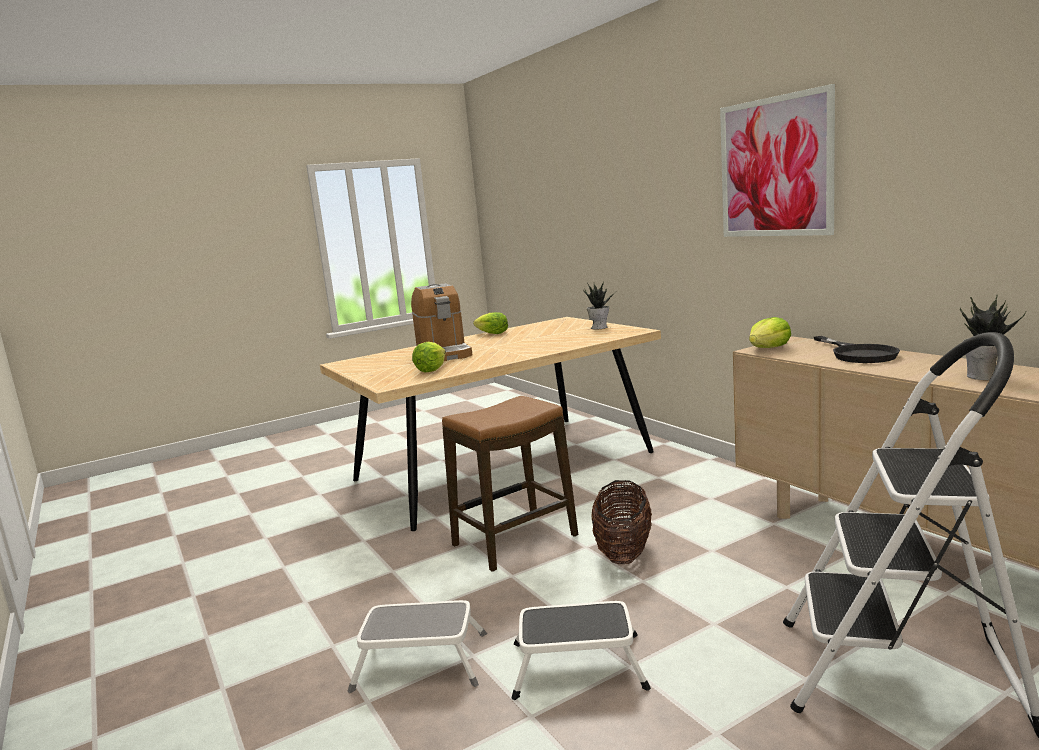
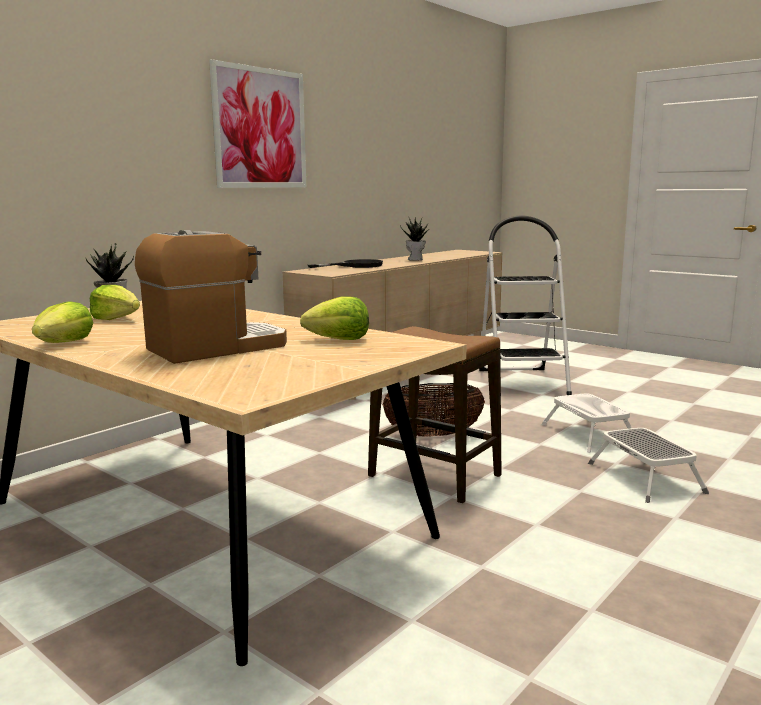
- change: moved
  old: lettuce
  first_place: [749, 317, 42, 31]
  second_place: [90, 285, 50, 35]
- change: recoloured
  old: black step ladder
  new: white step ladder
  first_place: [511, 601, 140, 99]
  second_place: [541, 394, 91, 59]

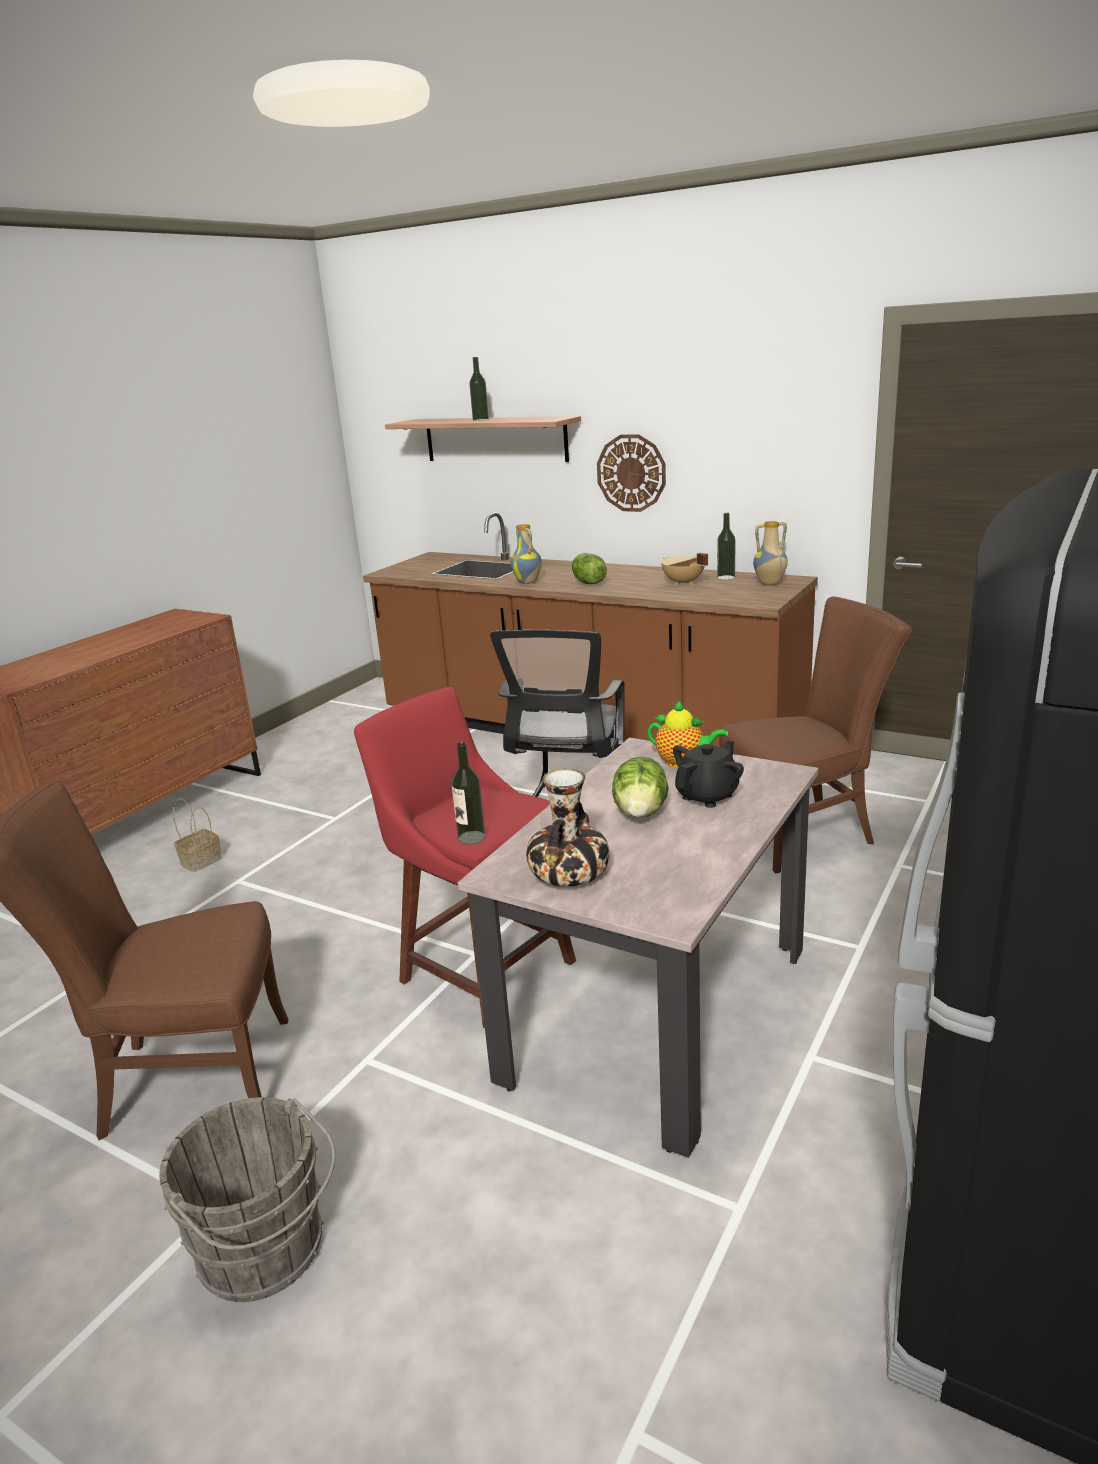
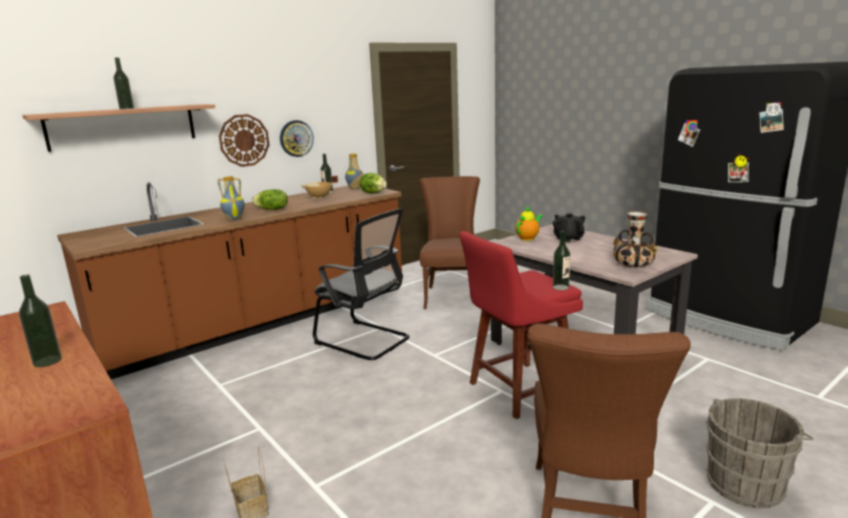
- change: added
  new: bottle
  second_place: [19, 275, 43, 92]
- change: added
  new: wall clock
  second_place: [280, 120, 34, 37]
- change: moved
  old: lettuce
  first_place: [612, 756, 57, 62]
  second_place: [360, 173, 27, 20]

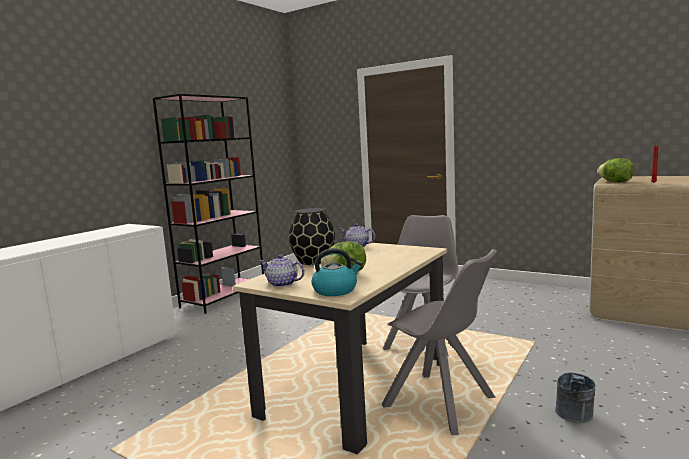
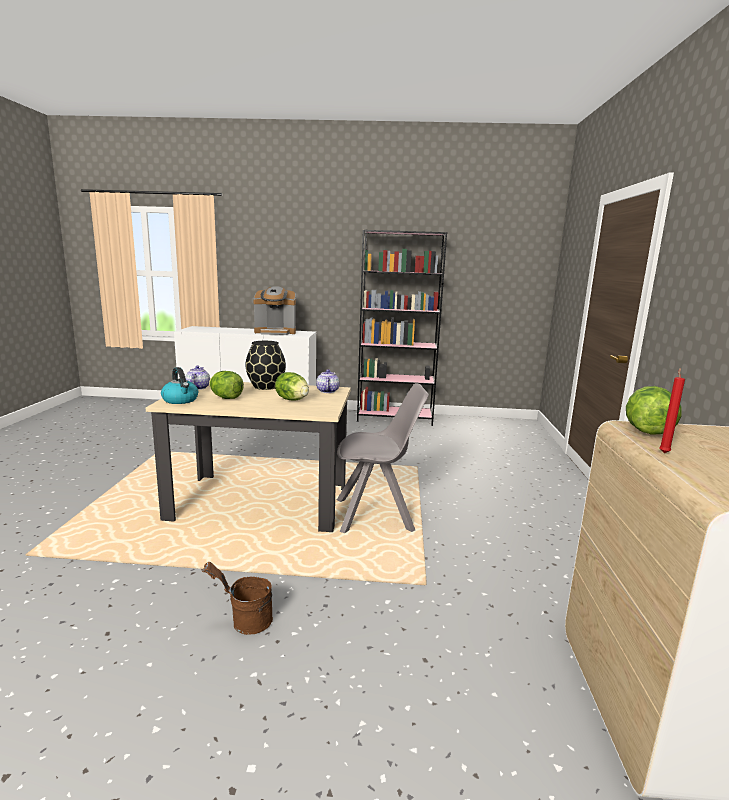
- change: removed
  old: grey chair
  first_place: [381, 249, 116, 186]
- change: added
  new: coffee machine
  second_place: [254, 286, 42, 49]
- change: added
  new: lettuce
  second_place: [275, 372, 34, 28]
- change: recoloured
  old: grey bucket
  new: brown bucket
  first_place: [555, 373, 41, 50]
  second_place: [201, 562, 72, 73]

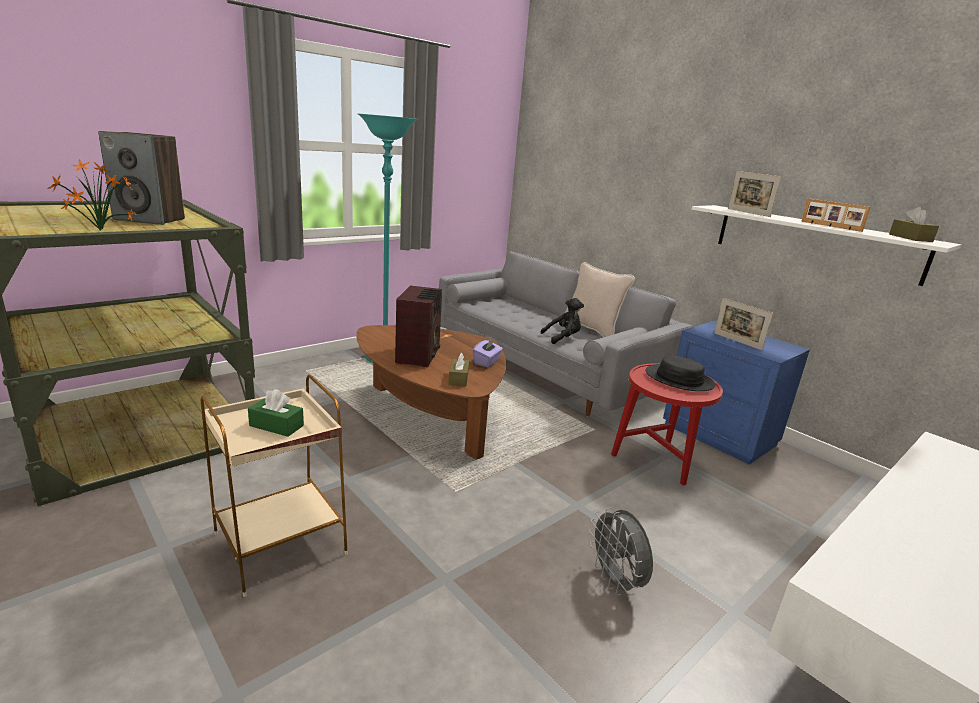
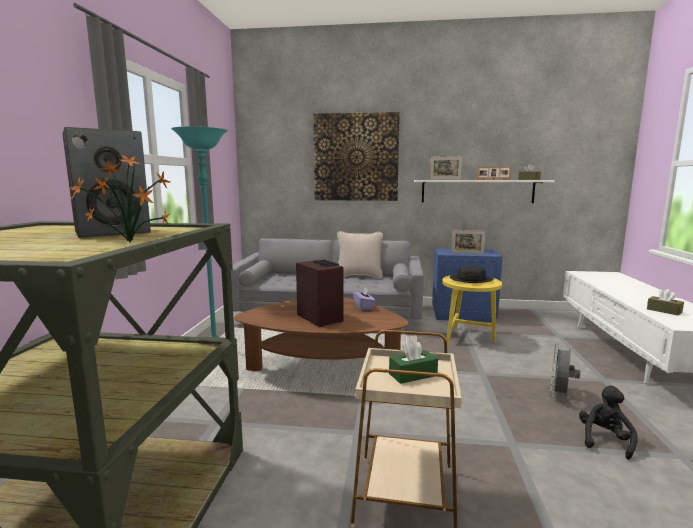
- change: added
  new: picture
  second_place: [313, 112, 87, 89]
- change: moved
  old: brown tissue box
  first_place: [448, 353, 21, 33]
  second_place: [647, 289, 37, 27]
- change: moved
  old: black plush toy
  first_place: [540, 298, 44, 46]
  second_place: [579, 386, 58, 74]
- change: recoloured
  old: red side table
  new: yellow side table
  first_place: [611, 363, 112, 122]
  second_place: [442, 275, 60, 69]
- change: turned
  old: grey fan
  first_place: [589, 508, 64, 88]
  second_place: [550, 343, 30, 55]
  degrees: 90

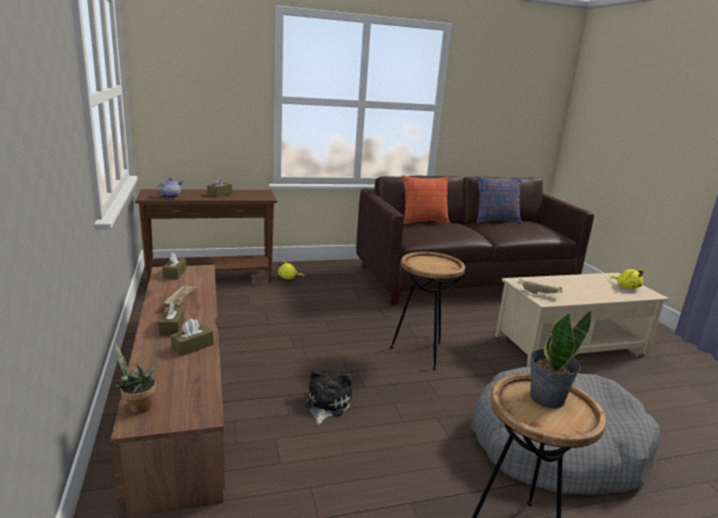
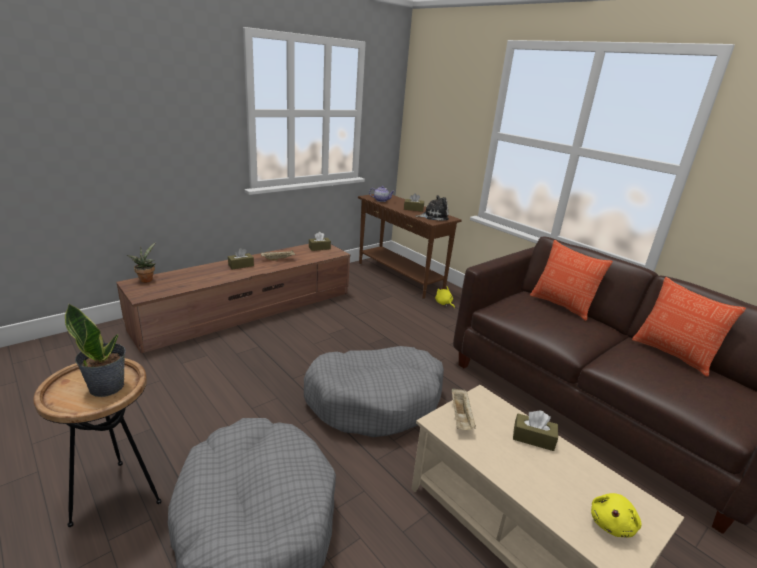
- change: moved
  old: brown tissue box
  first_place: [171, 318, 43, 38]
  second_place: [513, 411, 45, 40]
- change: moved
  old: plush toy
  first_place: [305, 369, 47, 56]
  second_place: [415, 195, 34, 26]
- change: replaced
  old: brown side table
  new: grey dog bed
  first_place: [390, 252, 75, 118]
  second_place: [304, 346, 140, 91]
- change: recoloured
  old: blue pillow
  new: orange pillow
  first_place: [476, 176, 46, 48]
  second_place: [632, 277, 114, 100]

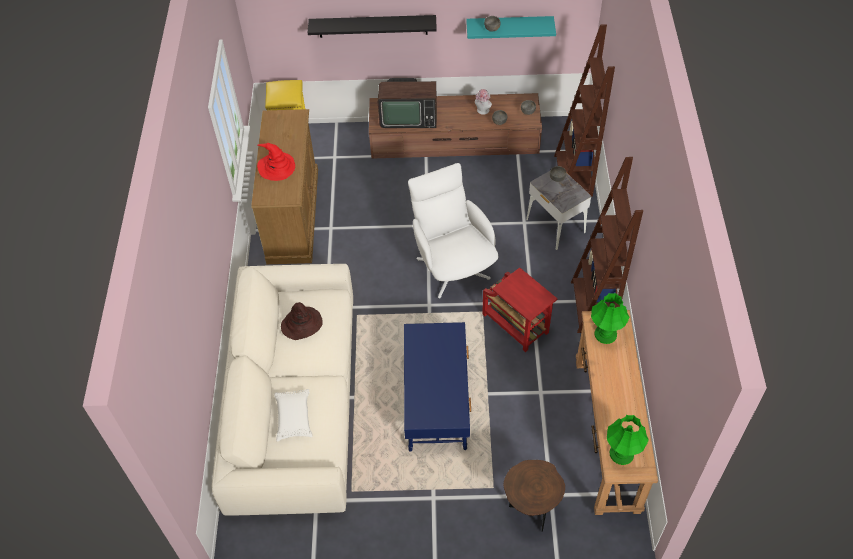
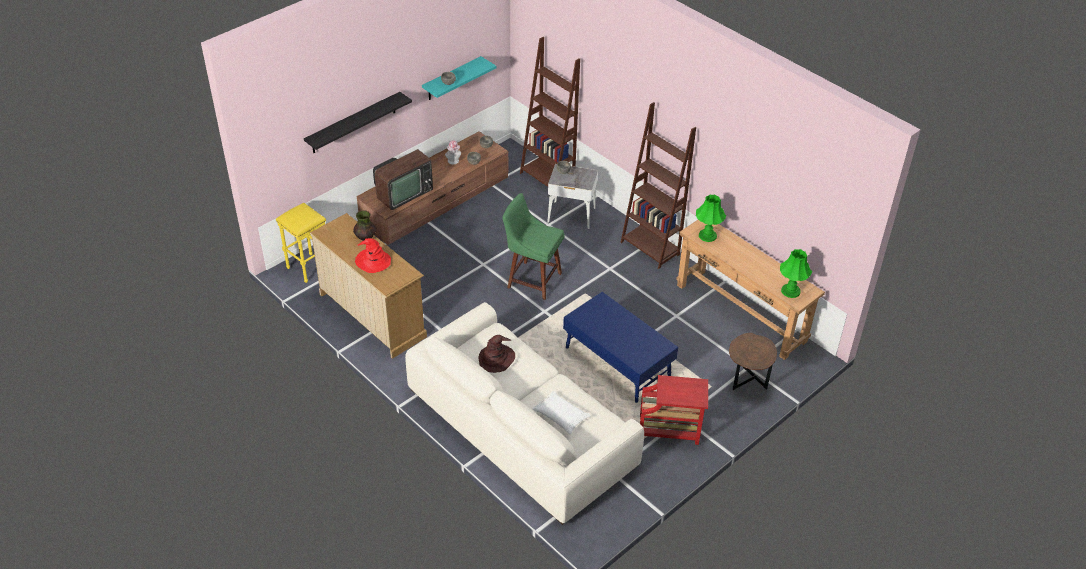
- change: added
  new: vase
  second_place: [353, 210, 23, 31]
- change: moved
  old: red side table
  first_place: [482, 267, 76, 85]
  second_place: [640, 375, 68, 70]
- change: replaced
  old: white armchair
  new: green stool
  first_place: [408, 163, 90, 135]
  second_place: [502, 193, 63, 107]

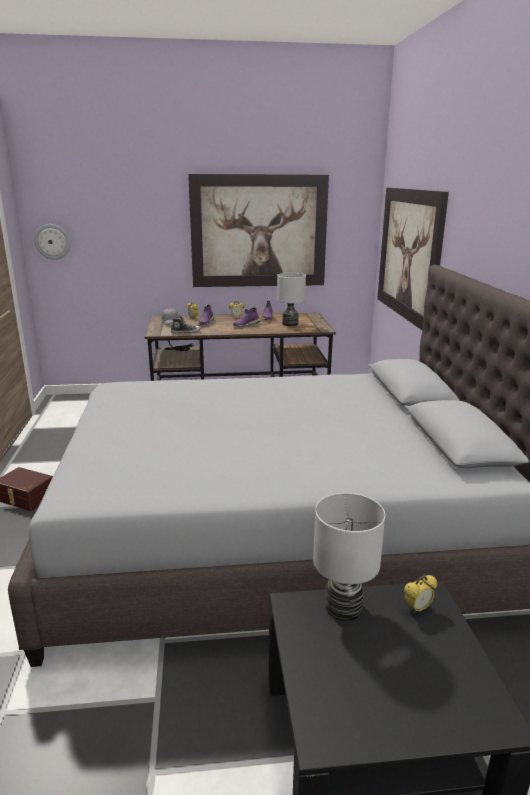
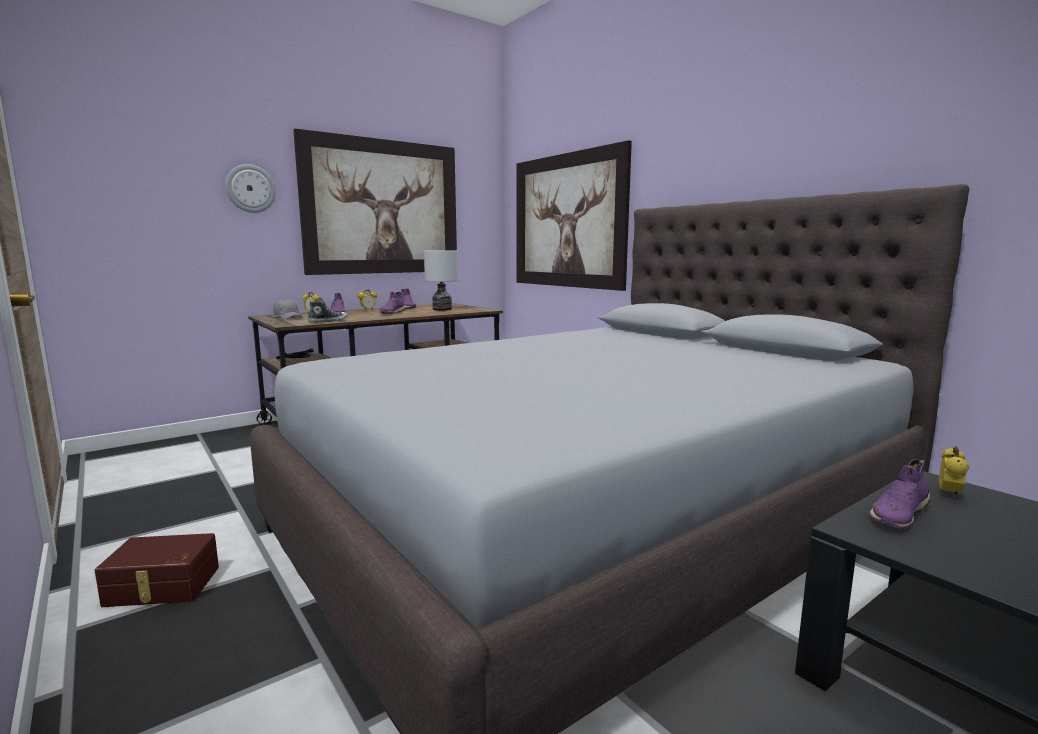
- change: moved
  old: wall clock
  first_place: [34, 224, 37, 36]
  second_place: [225, 164, 51, 49]
- change: replaced
  old: grey table lamp
  new: purple shoe
  first_place: [313, 493, 72, 128]
  second_place: [869, 459, 61, 70]

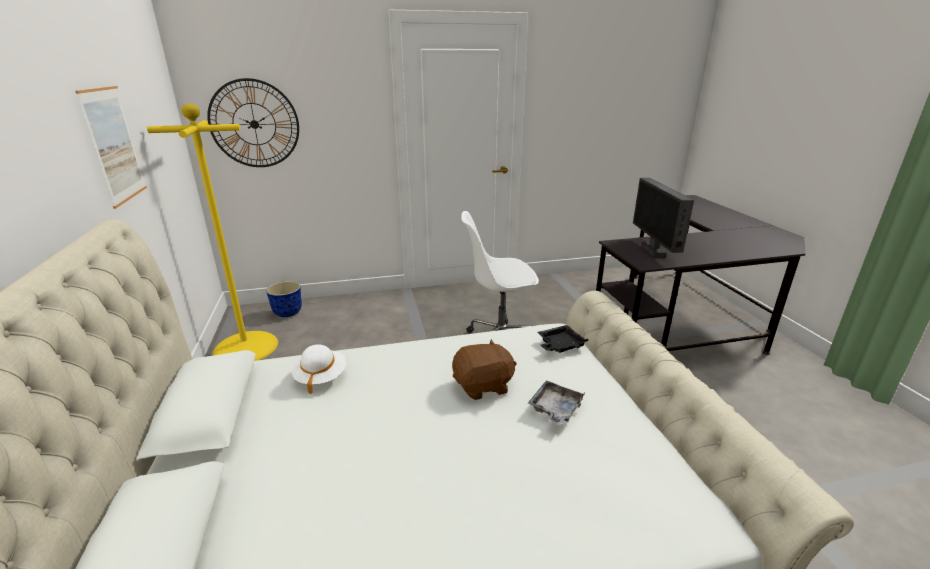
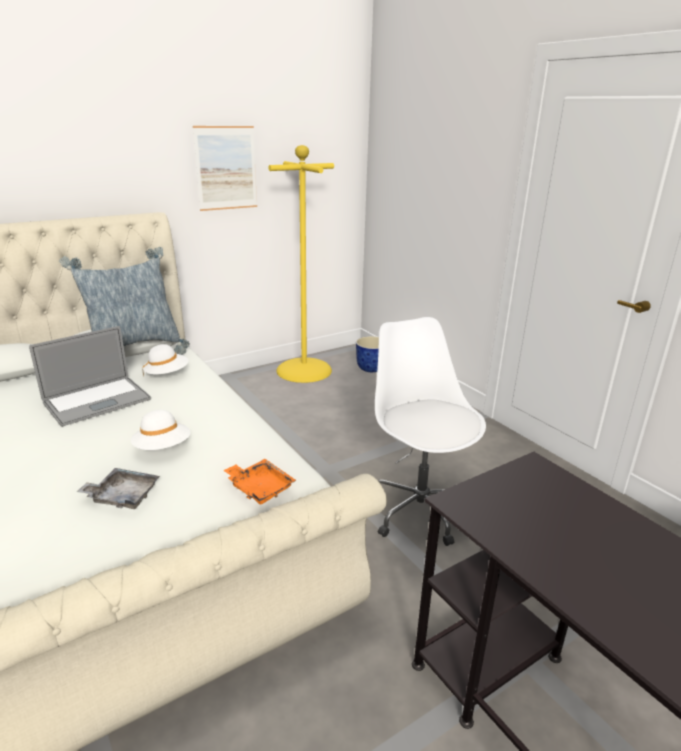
- change: removed
  old: wall clock
  first_place: [207, 78, 92, 89]
- change: removed
  old: monitor
  first_place: [633, 178, 61, 80]
- change: added
  new: laptop
  second_place: [29, 326, 122, 101]
- change: added
  new: pillow
  second_place: [59, 247, 130, 108]
- change: replaced
  old: brown plush toy
  new: white hat
  first_place: [452, 339, 65, 61]
  second_place: [131, 410, 59, 40]
- change: recoloured
  old: black tray
  new: orange tray
  first_place: [537, 325, 51, 28]
  second_place: [224, 459, 72, 46]

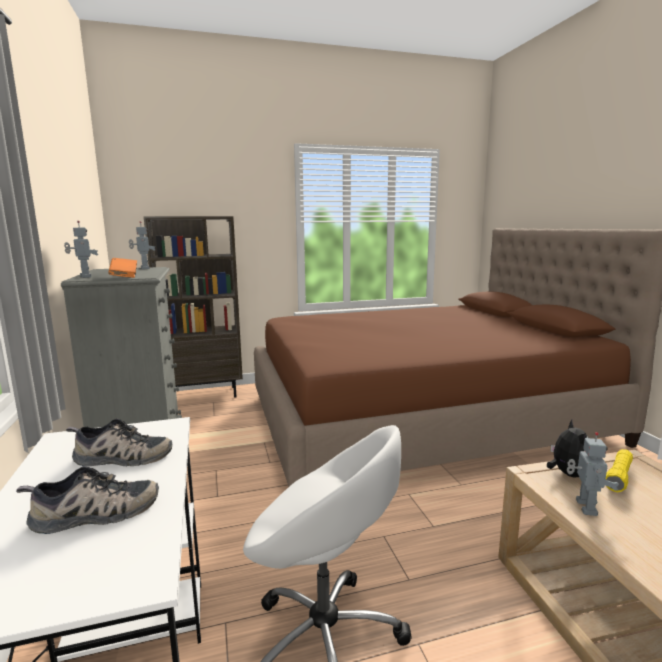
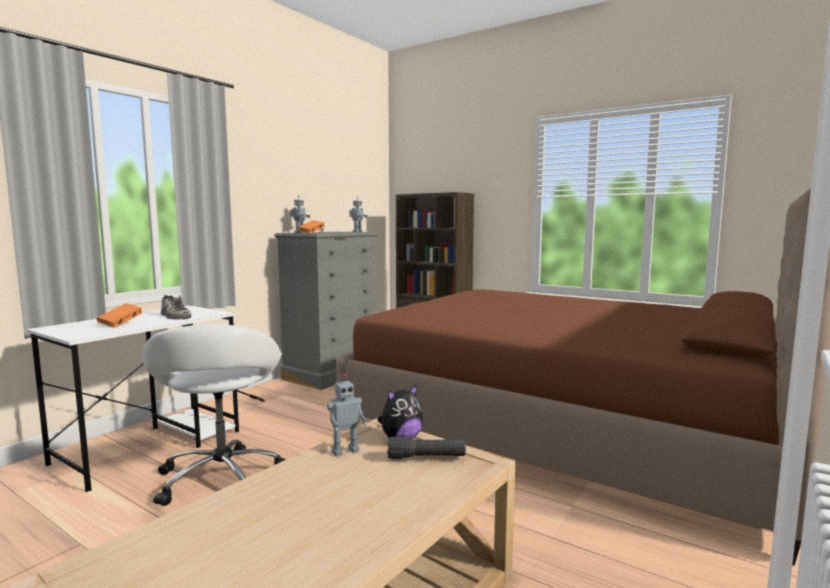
- change: replaced
  old: shoe
  new: orange book
  first_place: [16, 466, 143, 68]
  second_place: [97, 303, 46, 25]
- change: recoloured
  old: yellow flashlight
  new: black flashlight
  first_place: [606, 449, 27, 43]
  second_place: [387, 437, 79, 22]

